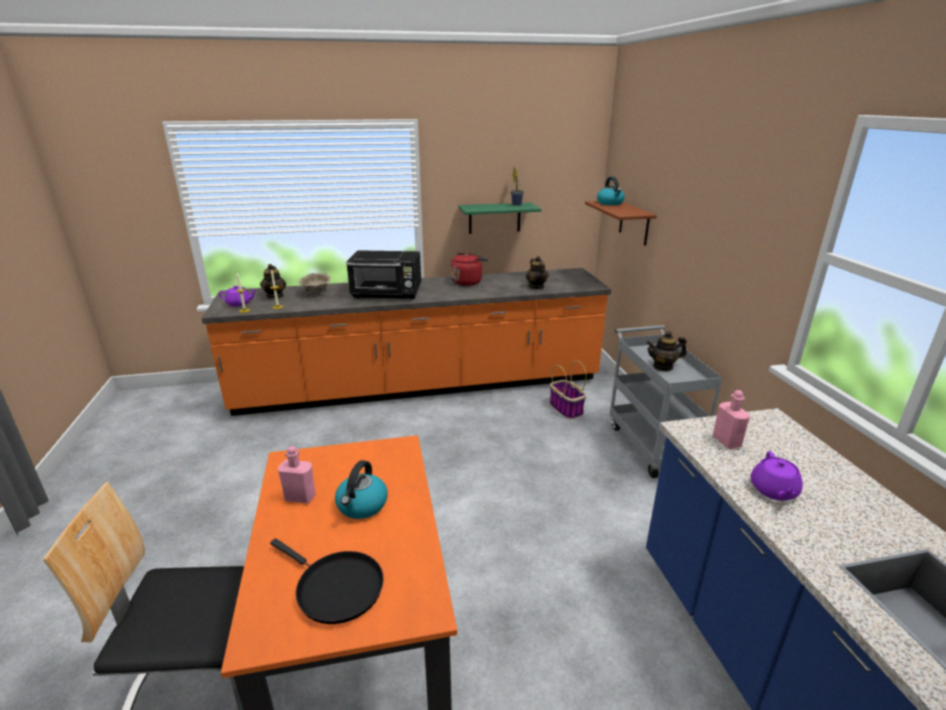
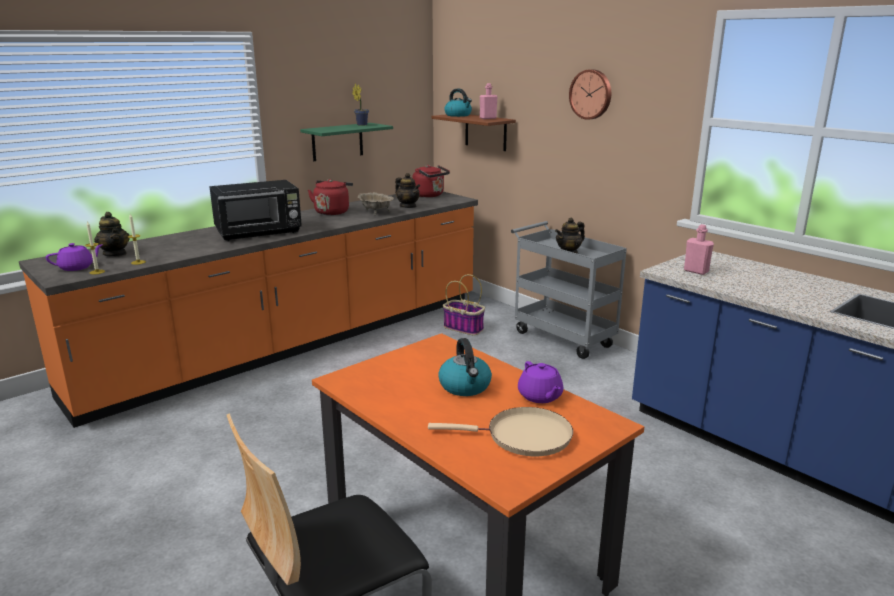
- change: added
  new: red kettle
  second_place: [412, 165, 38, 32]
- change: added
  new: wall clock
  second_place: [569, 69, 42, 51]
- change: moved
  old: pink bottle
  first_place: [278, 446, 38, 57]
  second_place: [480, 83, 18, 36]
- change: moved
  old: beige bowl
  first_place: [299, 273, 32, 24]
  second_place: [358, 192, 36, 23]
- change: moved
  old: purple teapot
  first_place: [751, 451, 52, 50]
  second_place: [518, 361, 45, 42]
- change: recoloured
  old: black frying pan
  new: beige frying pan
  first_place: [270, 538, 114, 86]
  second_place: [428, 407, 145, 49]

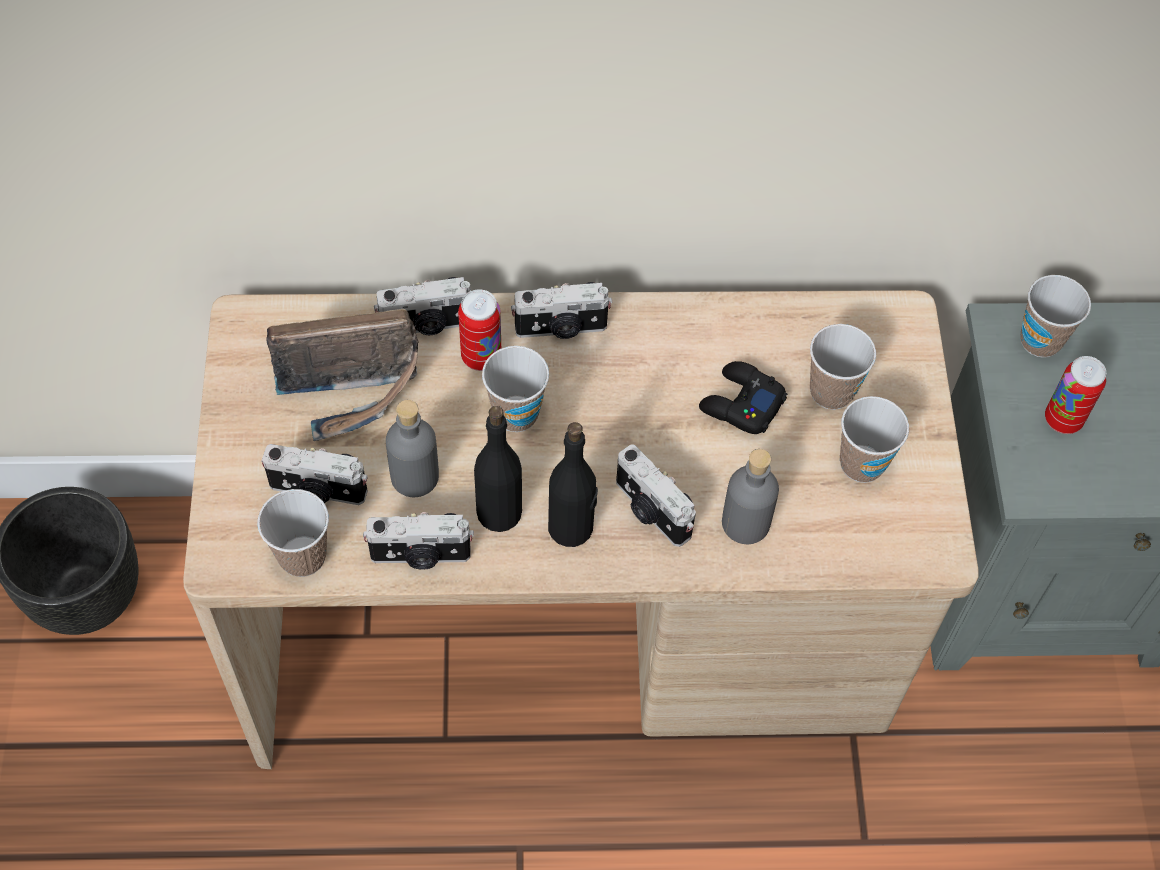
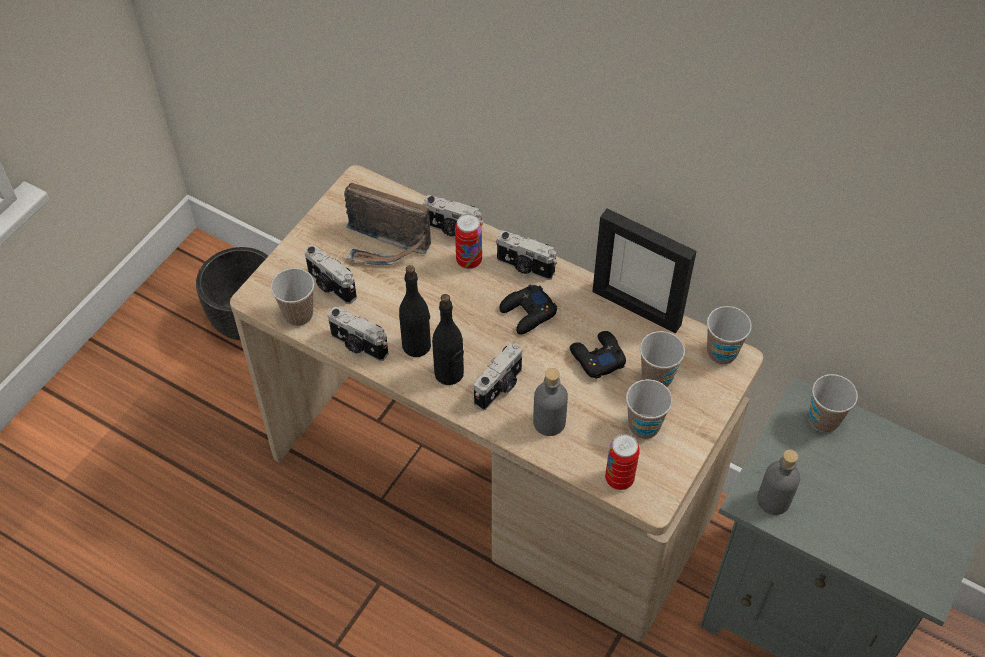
- change: added
  new: black game controller
  second_place: [499, 284, 58, 51]
- change: added
  new: picture frame
  second_place: [592, 208, 105, 125]
- change: moved
  old: grey bottle
  first_place: [386, 400, 53, 97]
  second_place: [757, 450, 43, 65]
- change: moved
  old: cup
  first_place: [482, 346, 67, 86]
  second_place: [707, 306, 45, 59]
- change: moved
  old: can
  first_place: [1045, 356, 61, 78]
  second_place: [605, 434, 35, 56]
- change: turned
  old: photo camera
  first_place: [616, 444, 80, 103]
  second_place: [474, 343, 48, 68]
  degrees: -135

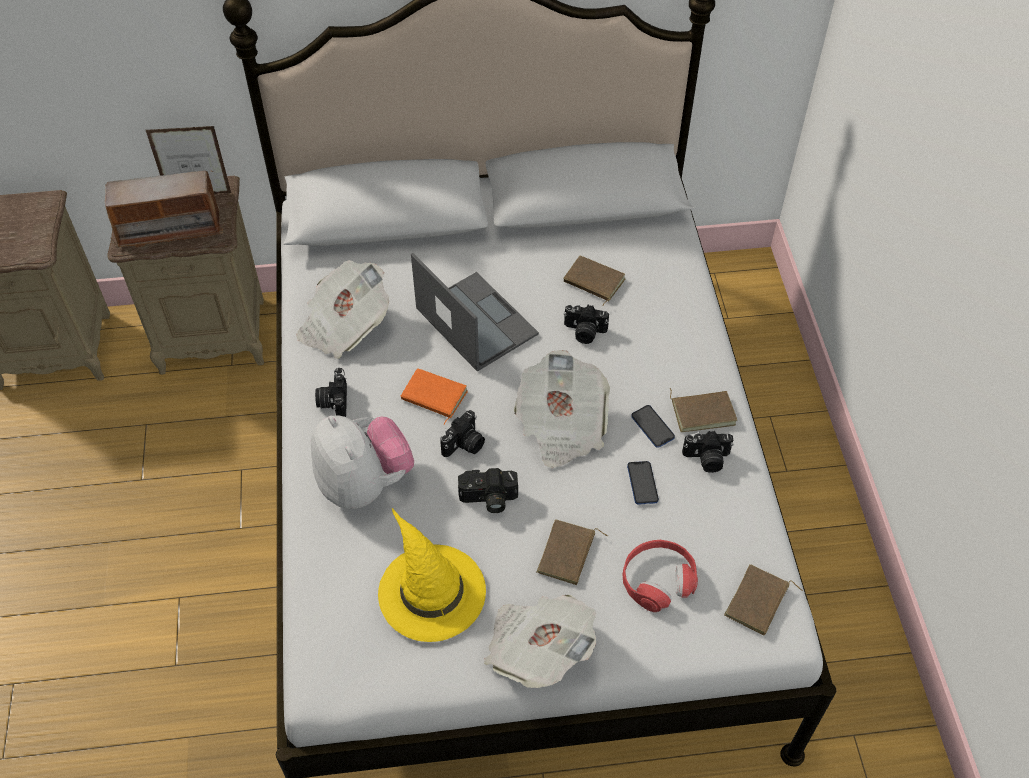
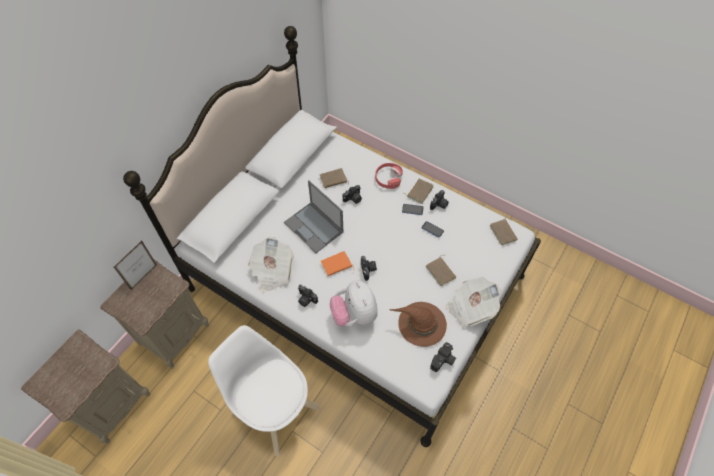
- change: removed
  old: radio
  first_place: [105, 171, 119, 77]
- change: removed
  old: newspaper
  first_place: [514, 350, 96, 118]
- change: added
  new: white chair
  second_place: [208, 325, 112, 131]
- change: moved
  old: photo camera
  first_place: [458, 468, 60, 45]
  second_place: [430, 342, 26, 30]
- change: moved
  old: red headphones
  first_place: [622, 540, 76, 72]
  second_place: [375, 163, 28, 26]
- change: recoloured
  old: yellow hat
  new: brown hat
  first_place: [378, 508, 108, 134]
  second_place: [389, 302, 58, 45]
- change: turned
  old: plush toy
  first_place: [311, 415, 103, 94]
  second_place: [330, 280, 48, 46]
  degrees: -120
- change: turned
  old: laptop
  first_place: [411, 253, 128, 119]
  second_place: [284, 180, 60, 73]
  degrees: -135

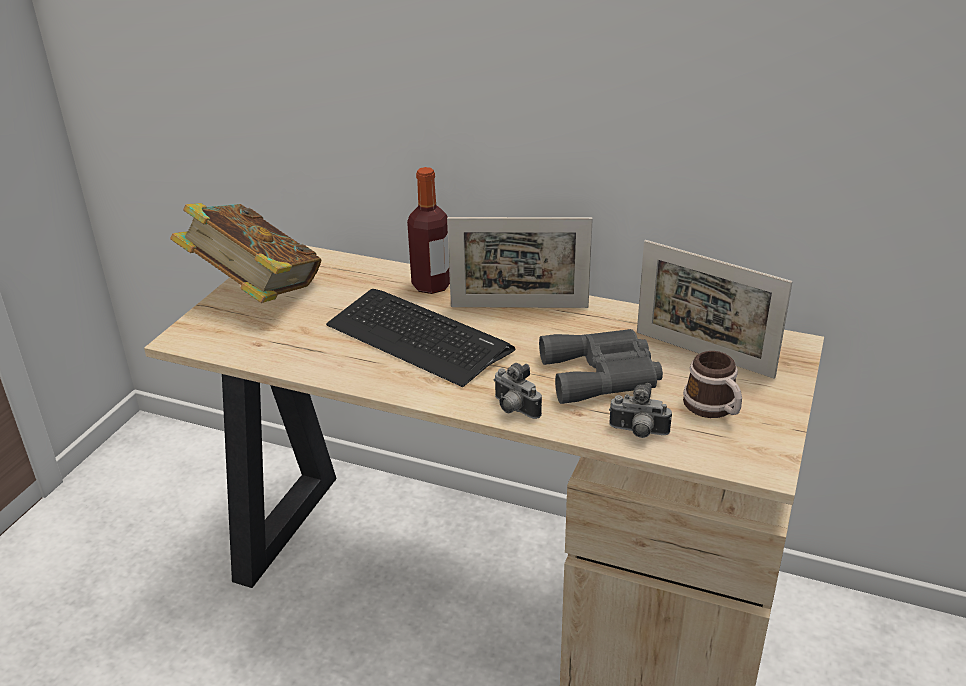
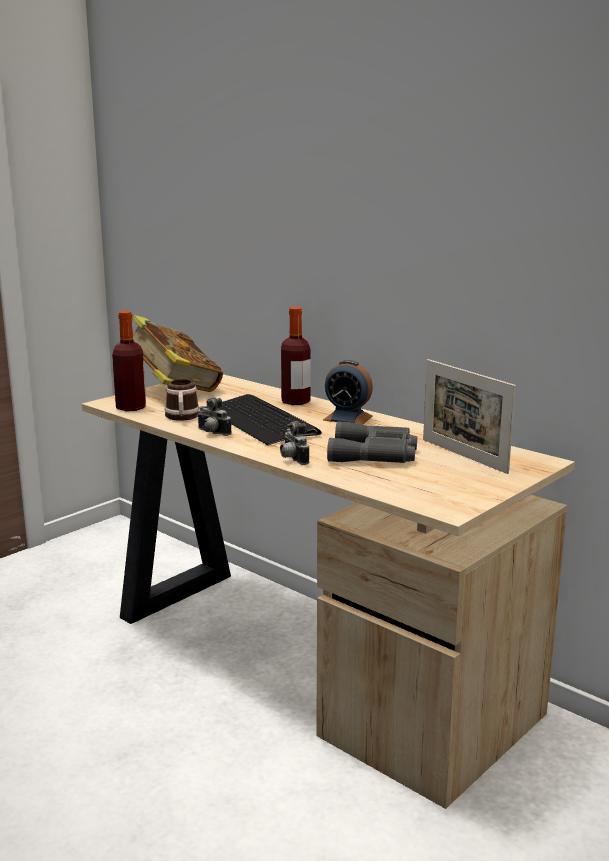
- change: added
  new: bottle
  second_place: [112, 311, 34, 100]
- change: moved
  old: photo camera
  first_place: [609, 383, 63, 55]
  second_place: [197, 397, 35, 39]
- change: moved
  old: mug
  first_place: [683, 351, 59, 67]
  second_place: [164, 379, 36, 42]
- change: replaced
  old: picture frame
  new: alarm clock
  first_place: [447, 217, 146, 91]
  second_place: [323, 360, 50, 65]

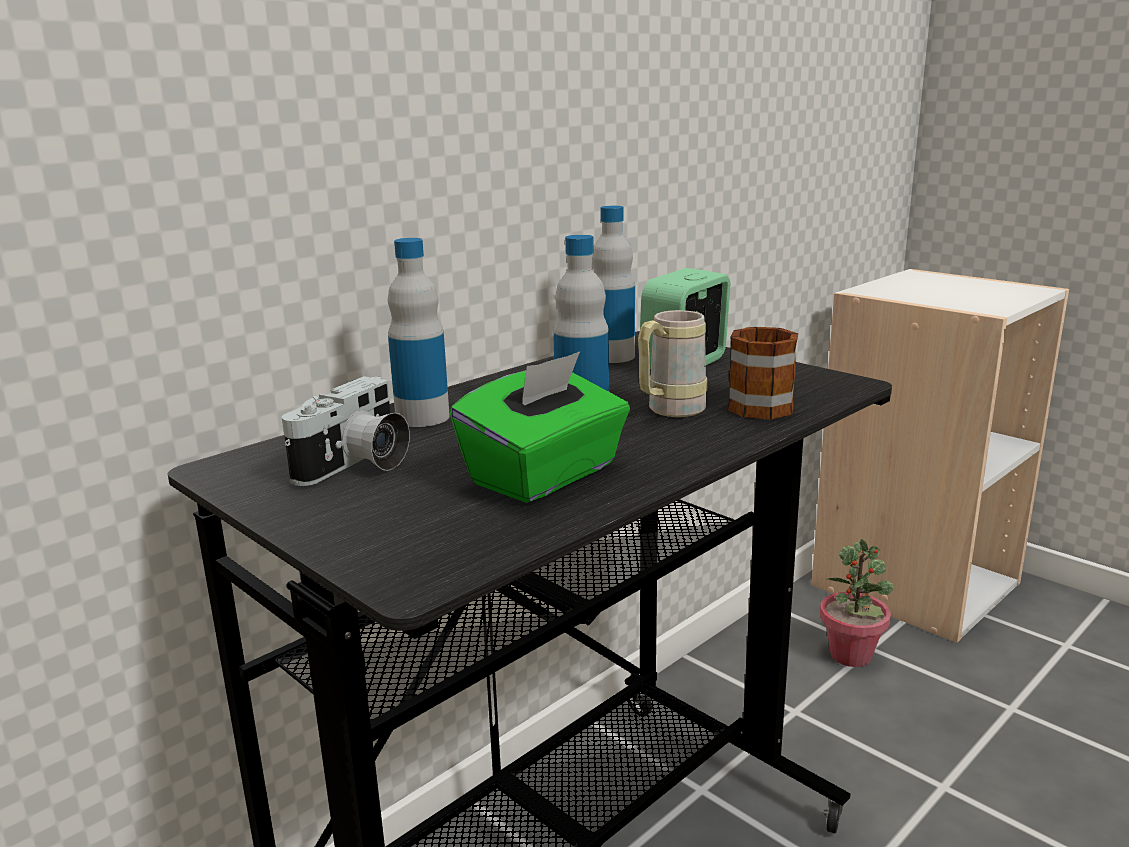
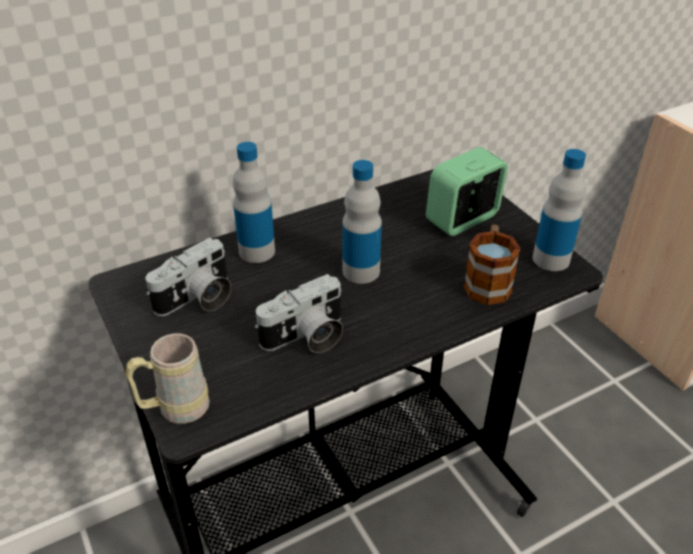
- change: removed
  old: potted plant
  first_place: [820, 539, 74, 128]
- change: moved
  old: bottle
  first_place: [592, 206, 43, 157]
  second_place: [533, 149, 53, 122]
- change: moved
  old: beige mug
  first_place: [638, 310, 69, 107]
  second_place: [125, 333, 85, 91]
- change: replaced
  old: green tissue box
  new: photo camera
  first_place: [450, 352, 180, 151]
  second_place: [255, 274, 88, 79]

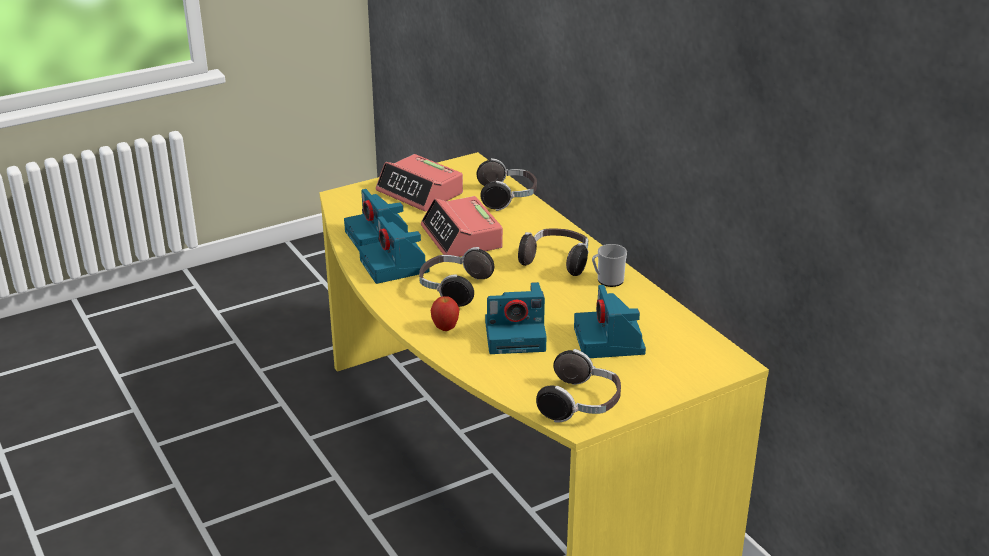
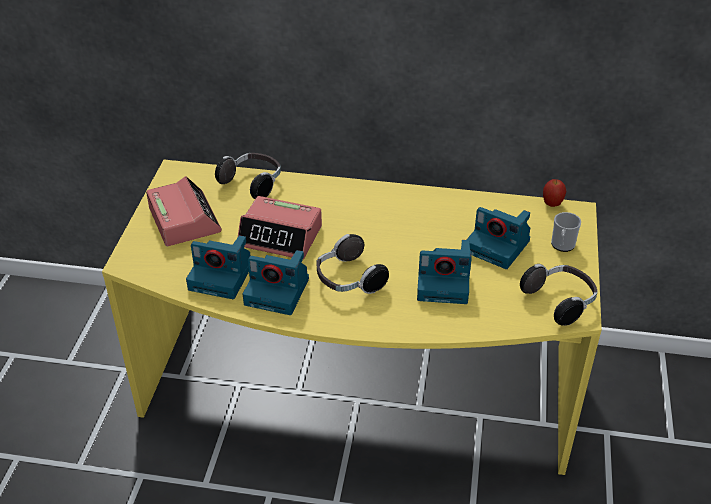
- change: removed
  old: headphones
  first_place: [518, 228, 71, 48]
- change: moved
  old: apple
  first_place: [431, 296, 29, 35]
  second_place: [543, 179, 23, 28]
- change: moved
  old: mug
  first_place: [592, 244, 35, 43]
  second_place: [551, 212, 30, 40]
- change: turned
  old: alarm clock
  first_place: [376, 154, 87, 58]
  second_place: [146, 176, 76, 70]
  degrees: -105
- change: turned
  old: photo camera
  first_place: [485, 282, 62, 72]
  second_place: [417, 240, 55, 64]
  degrees: 60

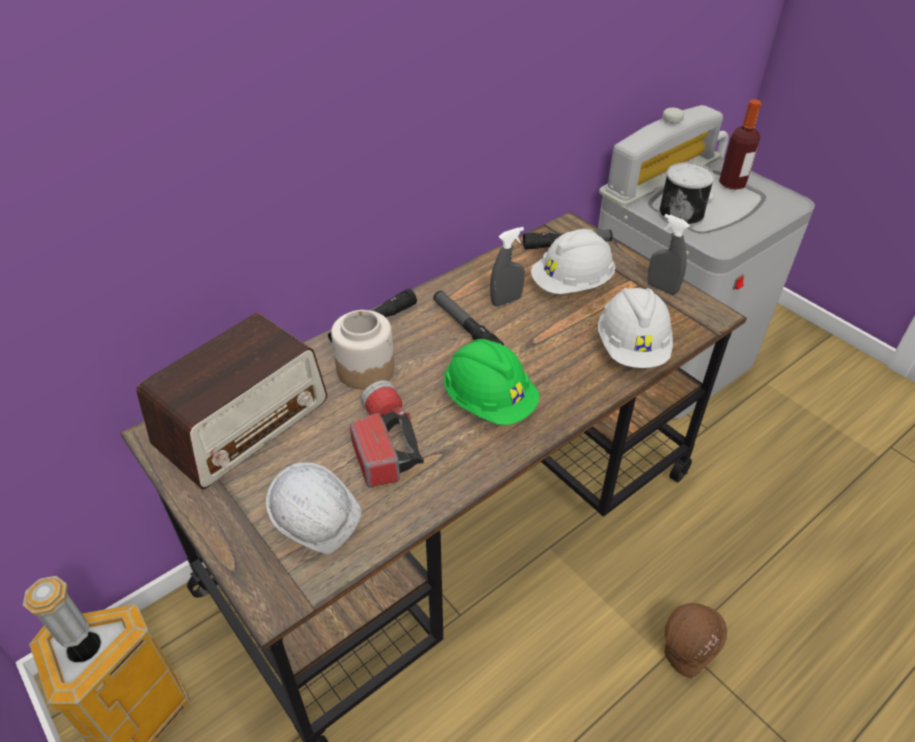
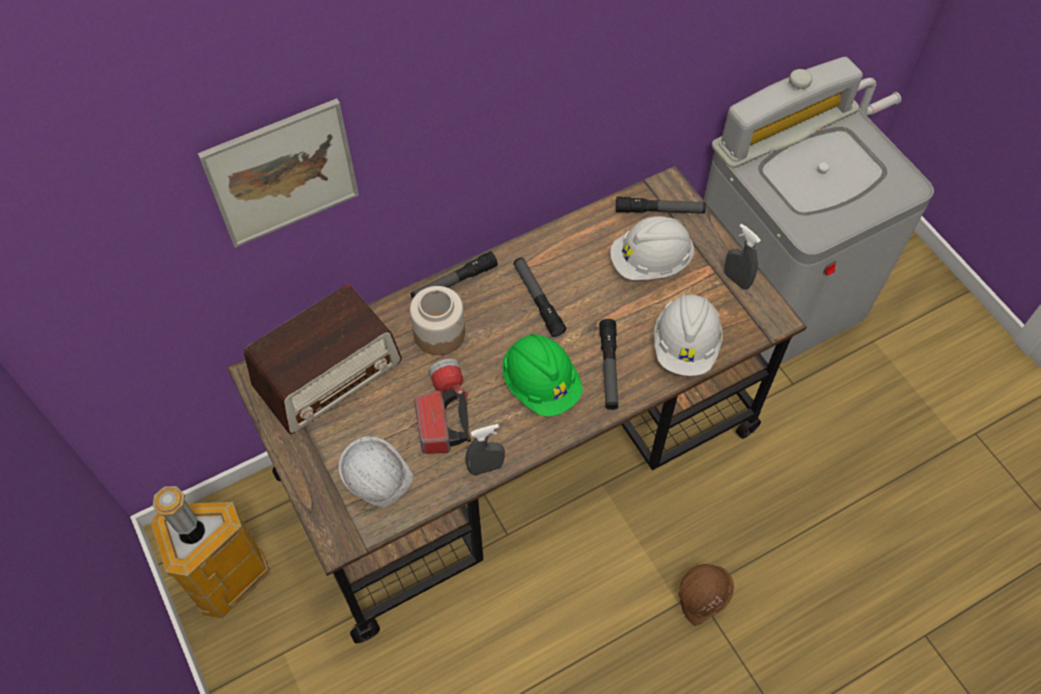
- change: removed
  old: can
  first_place: [659, 162, 56, 65]
- change: removed
  old: bottle
  first_place: [719, 99, 43, 91]
- change: added
  new: picture
  second_place: [198, 98, 161, 150]
- change: added
  new: flashlight
  second_place: [599, 319, 19, 91]
- change: moved
  old: grey spray bottle
  first_place: [490, 227, 35, 79]
  second_place: [466, 424, 39, 52]

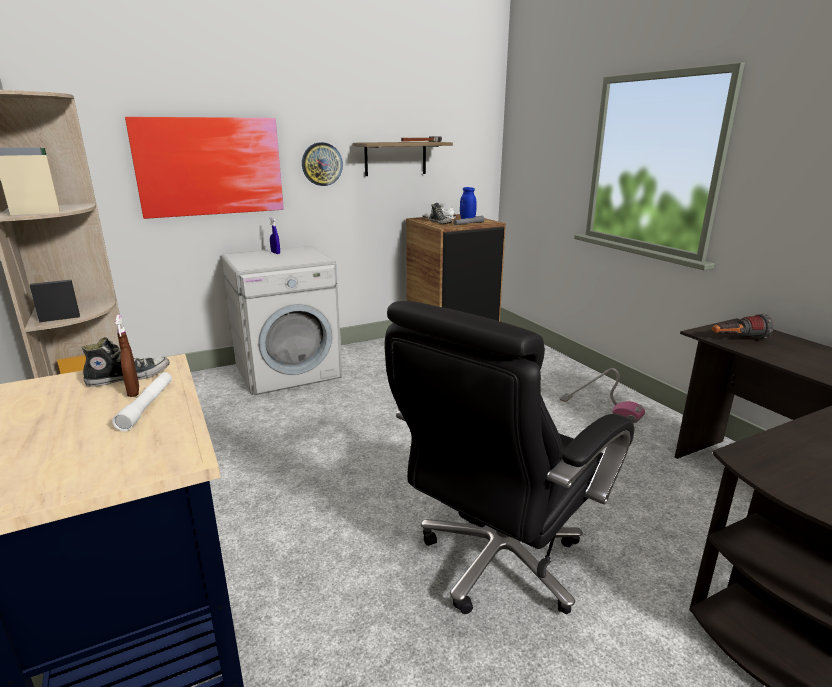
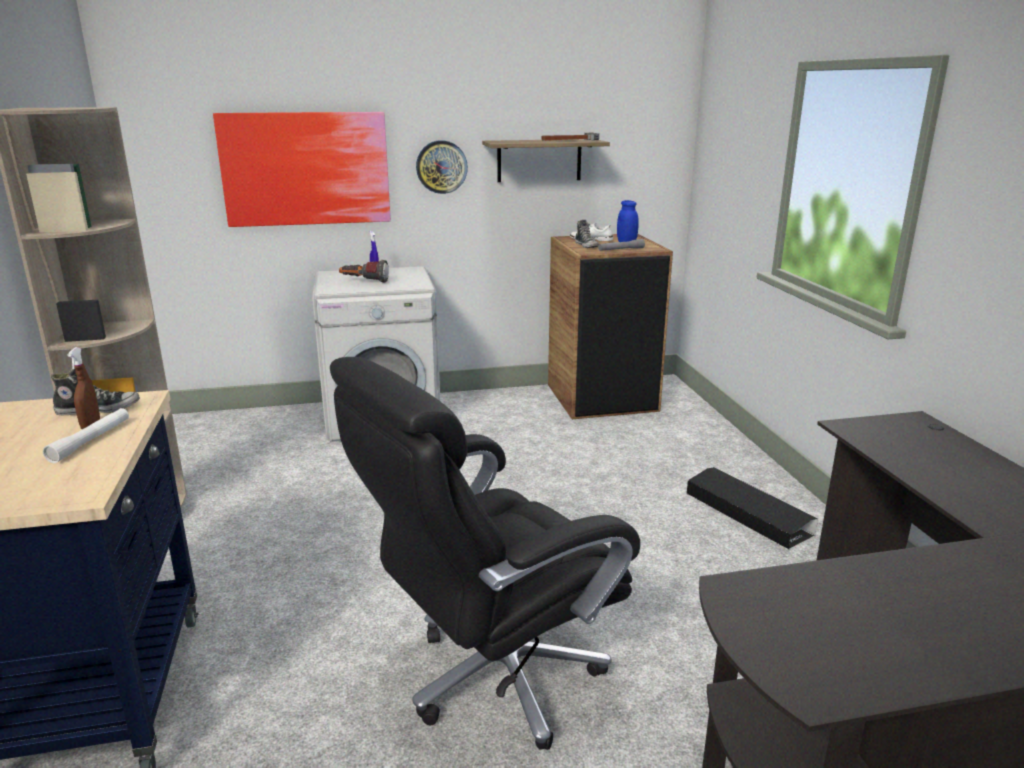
- change: moved
  old: flashlight
  first_place: [712, 314, 61, 25]
  second_place: [339, 260, 50, 23]
- change: replaced
  old: vacuum cleaner
  new: black storage box
  first_place: [559, 368, 86, 55]
  second_place: [686, 467, 132, 82]

